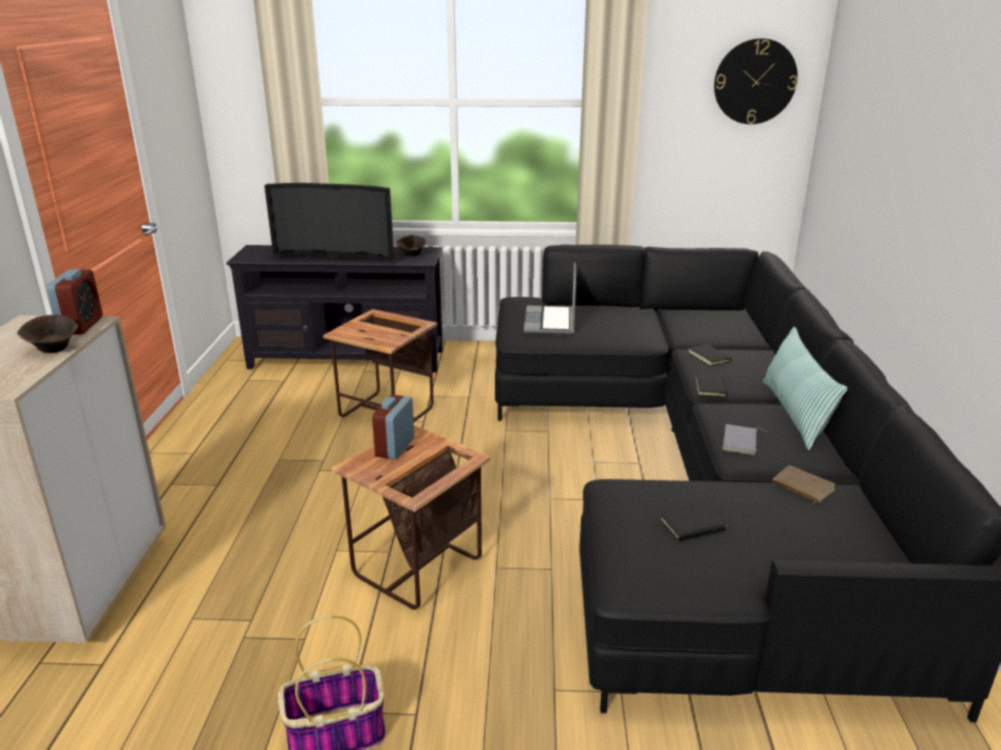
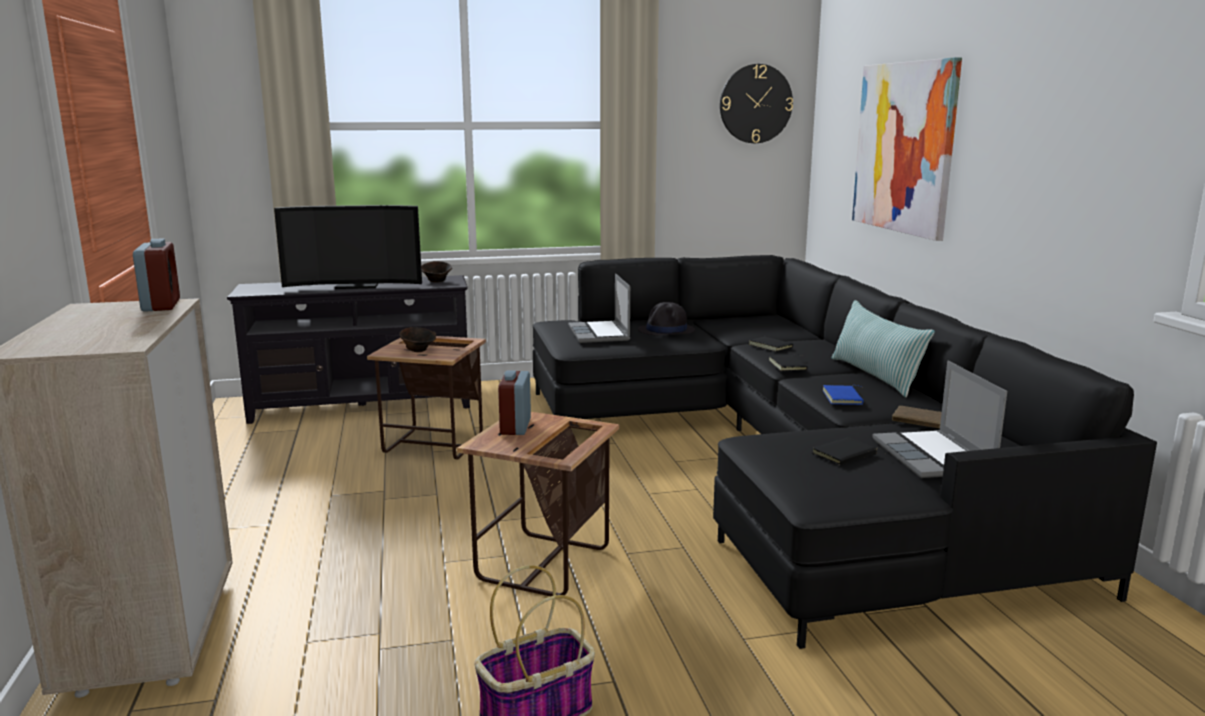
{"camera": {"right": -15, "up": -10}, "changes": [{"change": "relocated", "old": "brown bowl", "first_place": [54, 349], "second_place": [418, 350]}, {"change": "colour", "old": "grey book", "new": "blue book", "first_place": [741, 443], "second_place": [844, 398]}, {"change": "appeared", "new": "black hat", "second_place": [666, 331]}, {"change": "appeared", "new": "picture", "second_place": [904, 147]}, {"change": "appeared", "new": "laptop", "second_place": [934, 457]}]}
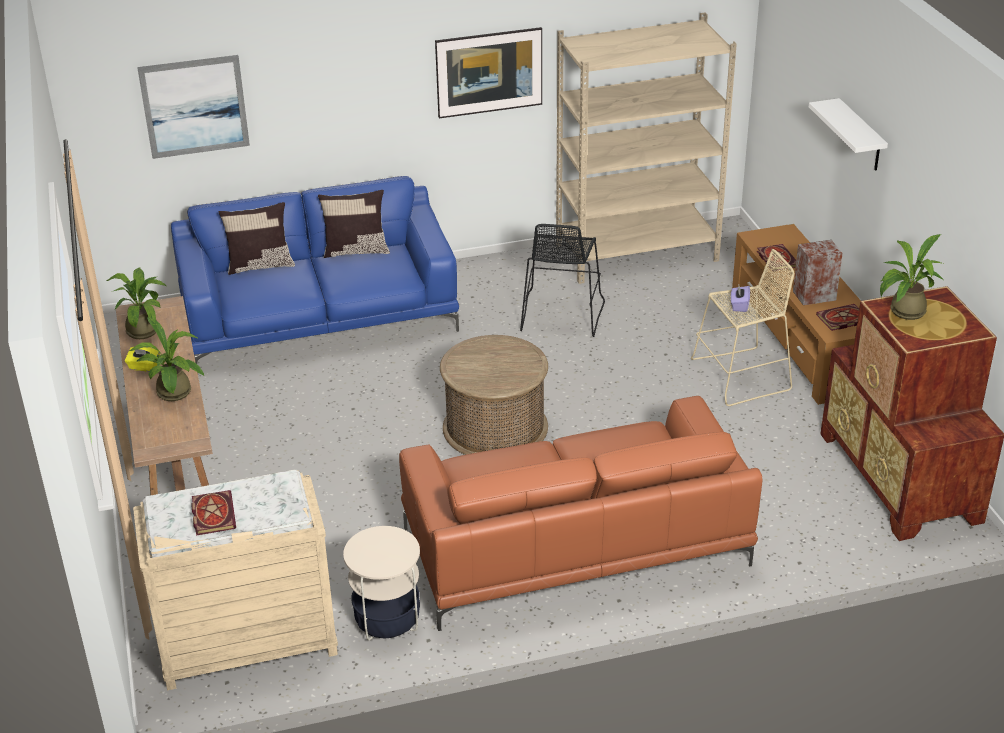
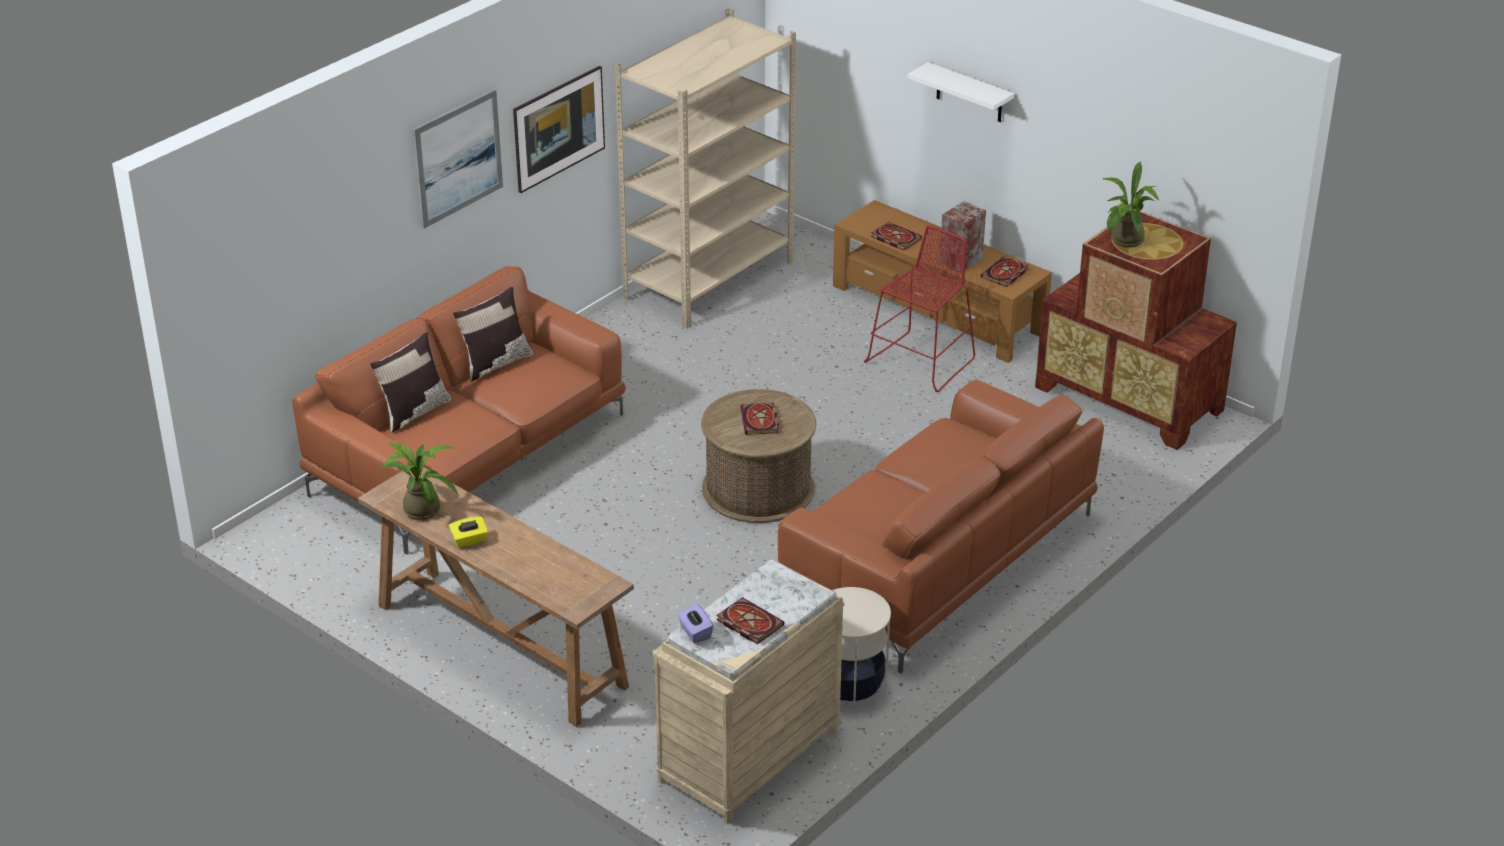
{"camera": {"right": -35, "up": 0}, "changes": [{"change": "missing", "old": "potted plant", "first_place": [175, 395]}, {"change": "relocated", "old": "picture", "first_place": [194, 106], "second_place": [458, 158]}, {"change": "colour", "old": "blue sofa", "new": "brown sofa", "first_place": [320, 320], "second_place": [470, 454]}, {"change": "missing", "old": "black stool", "first_place": [561, 315]}, {"change": "colour", "old": "beige stool", "new": "red stool", "first_place": [739, 376], "second_place": [920, 362]}, {"change": "relocated", "old": "purple tissue box", "first_place": [739, 305], "second_place": [695, 633]}, {"change": "appeared", "new": "book", "second_place": [760, 421]}]}
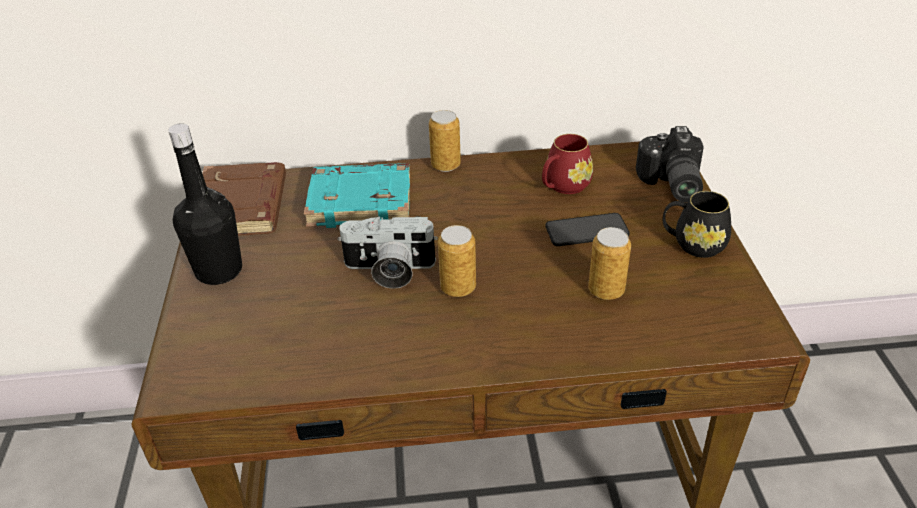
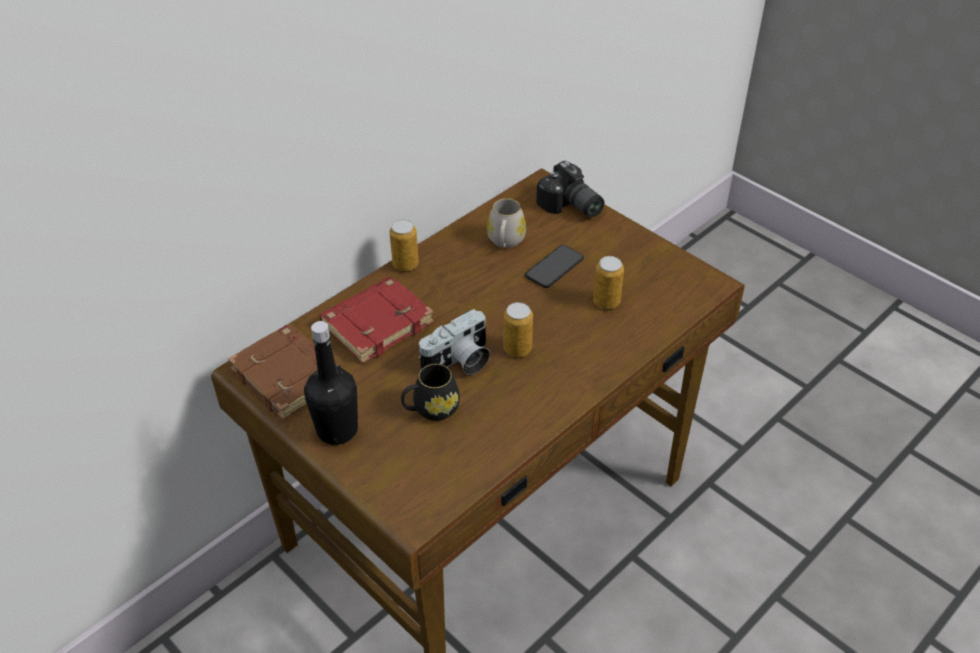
{"camera": {"right": -40, "up": 5}, "changes": [{"change": "colour", "old": "turquoise book", "new": "red book", "first_place": [362, 201], "second_place": [377, 323]}, {"change": "colour", "old": "red mug", "new": "white mug", "first_place": [563, 186], "second_place": [505, 242]}, {"change": "relocated", "old": "black mug", "first_place": [692, 244], "second_place": [431, 409]}]}
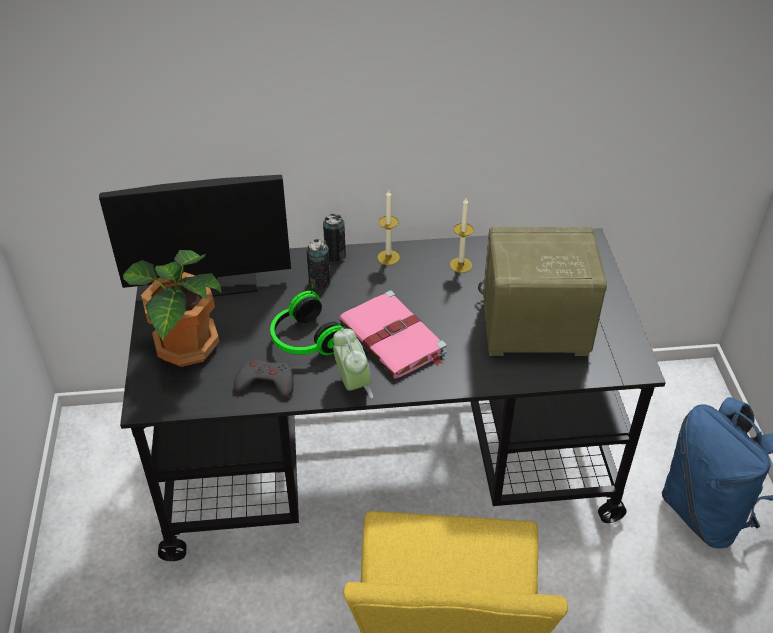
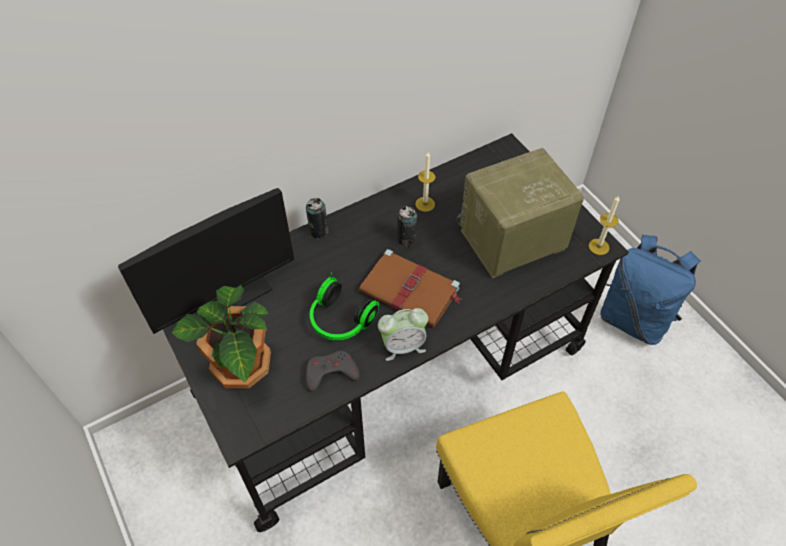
{"camera": {"right": -25, "up": 10}, "changes": [{"change": "relocated", "old": "can", "first_place": [319, 282], "second_place": [406, 240]}, {"change": "spun", "old": "alarm clock", "first_place": [353, 384], "second_place": [403, 346], "degrees": 120}, {"change": "colour", "old": "pink book", "new": "brown book", "first_place": [393, 338], "second_place": [411, 291]}, {"change": "relocated", "old": "candle", "first_place": [388, 257], "second_place": [598, 246]}]}
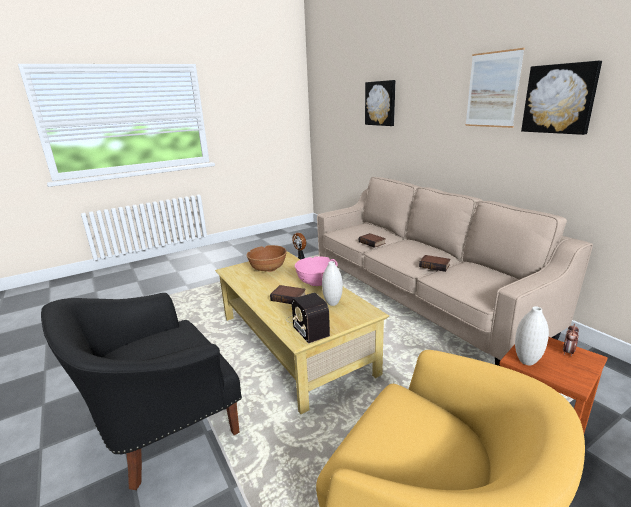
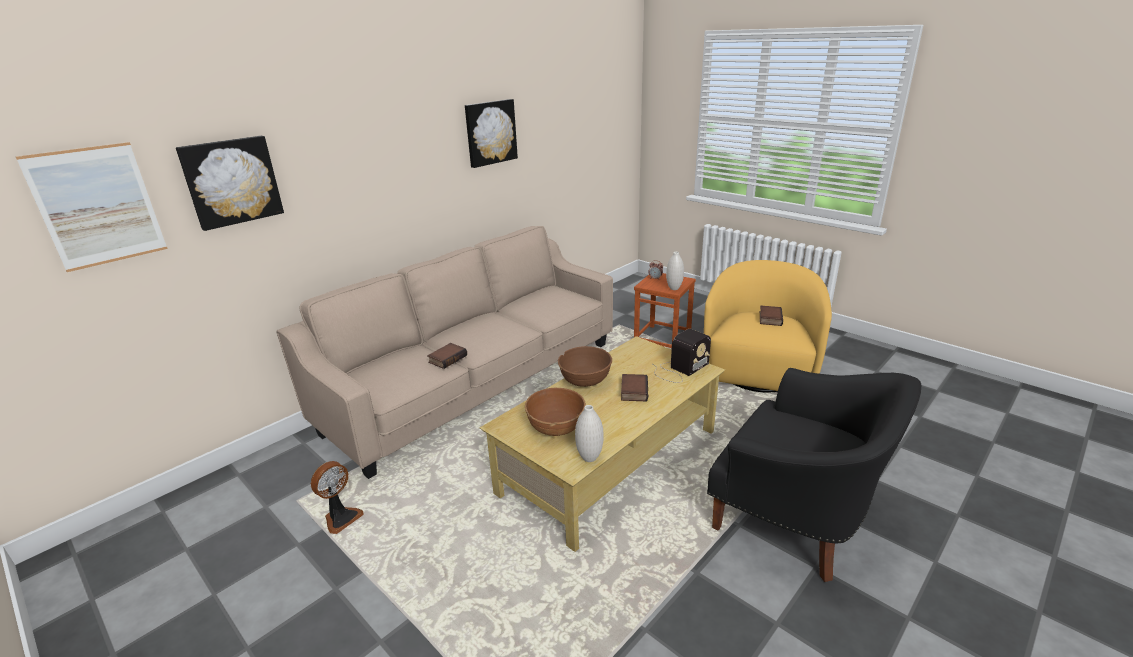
{"camera": {"right": -105, "up": 5}, "changes": [{"change": "colour", "old": "pink bowl", "new": "brown bowl", "first_place": [316, 282], "second_place": [585, 380]}, {"change": "relocated", "old": "white vase", "first_place": [332, 303], "second_place": [589, 458]}, {"change": "relocated", "old": "book", "first_place": [435, 265], "second_place": [769, 318]}, {"change": "relocated", "old": "picture", "first_place": [492, 90], "second_place": [98, 206]}]}
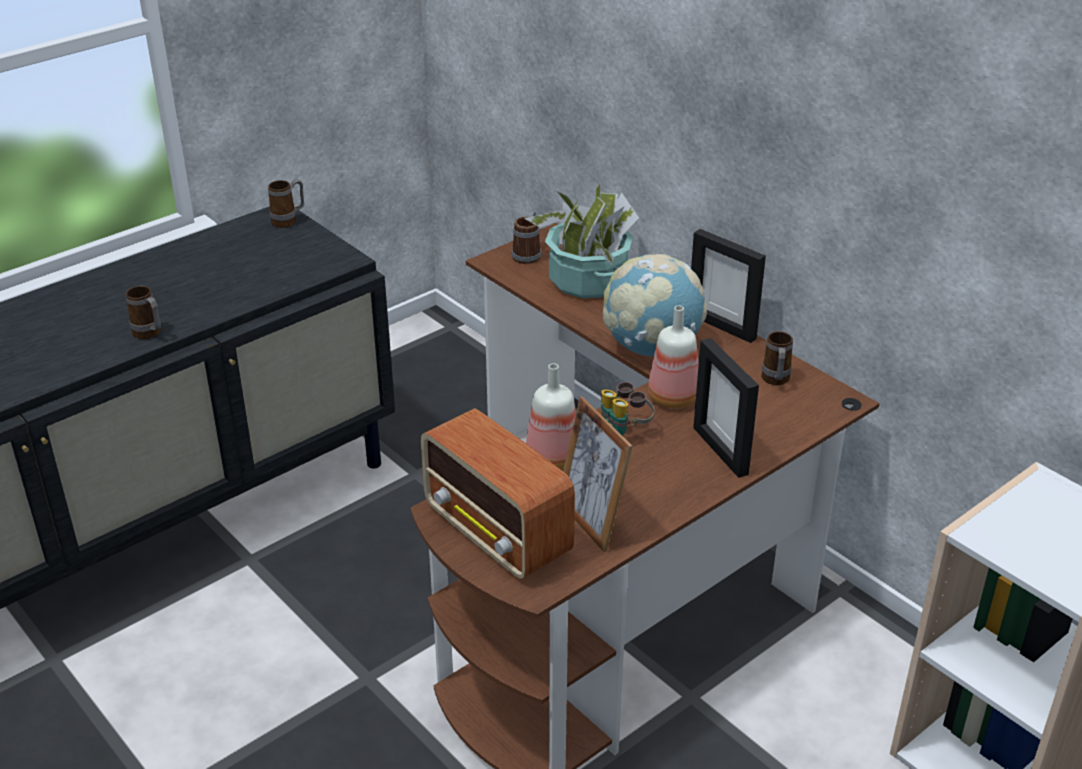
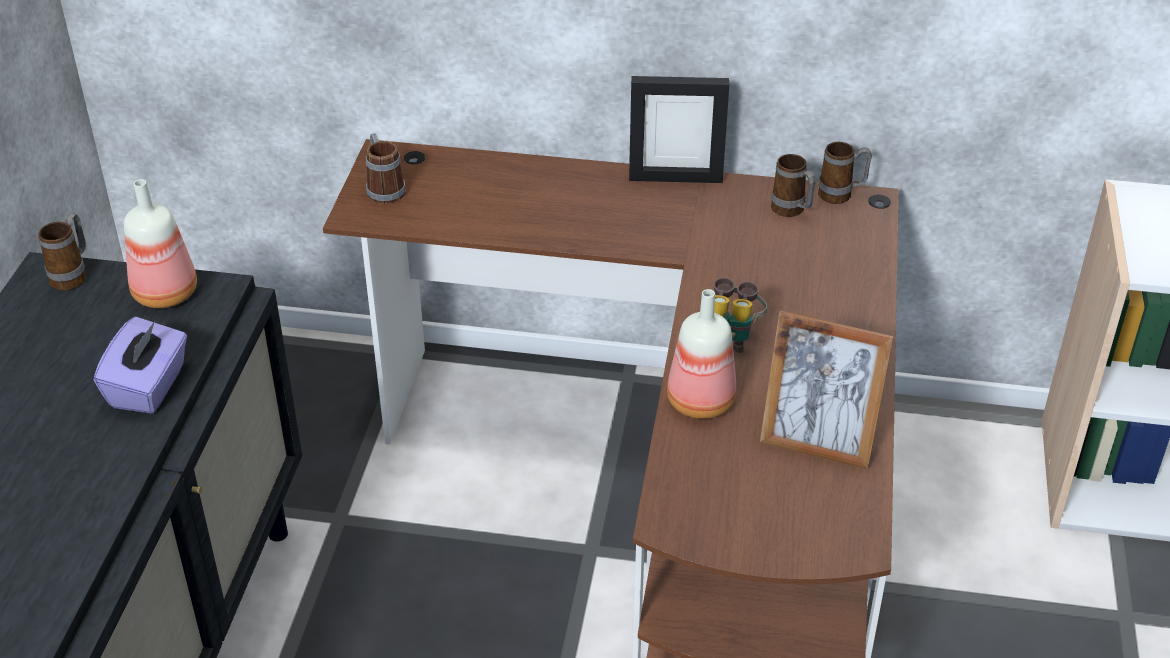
{"camera": {"right": -40, "up": 5}, "changes": [{"change": "relocated", "old": "mug", "first_place": [150, 334], "second_place": [841, 195]}, {"change": "missing", "old": "radio", "first_place": [498, 533]}, {"change": "missing", "old": "potted plant", "first_place": [588, 281]}, {"change": "missing", "old": "globe", "first_place": [651, 348]}, {"change": "relocated", "old": "bottle", "first_place": [674, 397], "second_place": [167, 292]}, {"change": "missing", "old": "picture frame", "first_place": [722, 450]}, {"change": "appeared", "new": "purple tissue box", "second_place": [149, 387]}]}
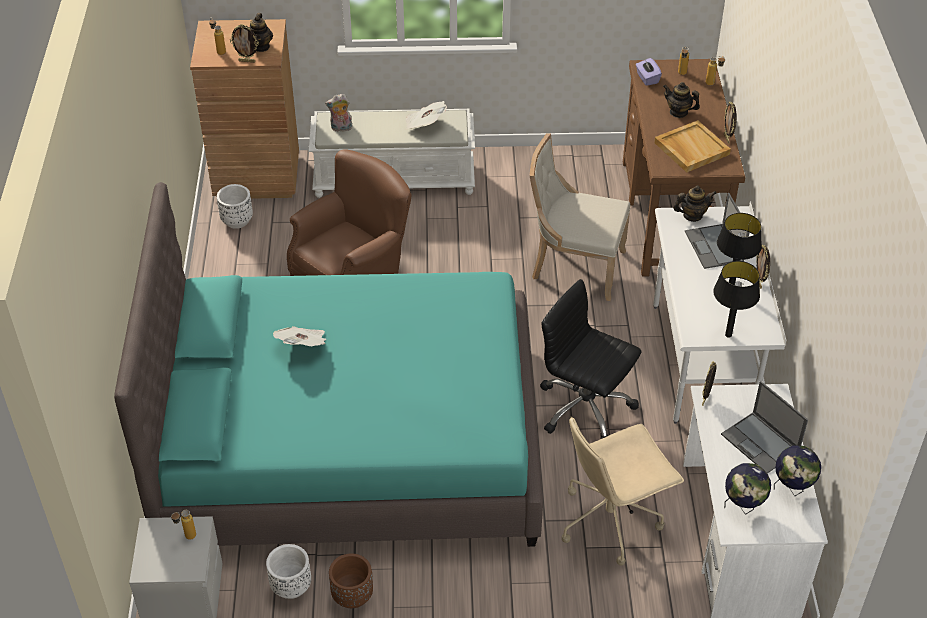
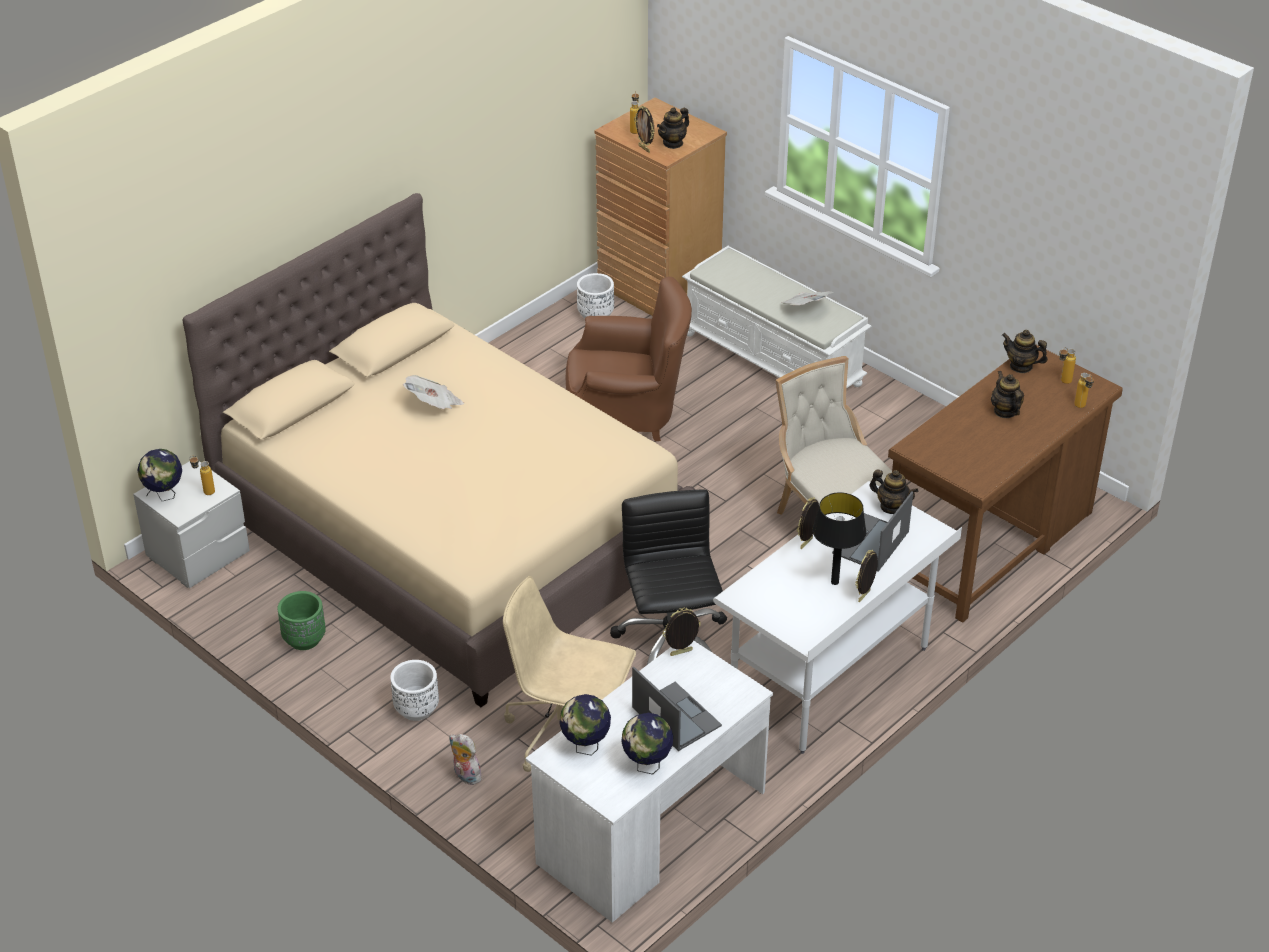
{"camera": {"right": 45, "up": -5}, "changes": [{"change": "colour", "old": "turquoise bed", "new": "beige bed", "first_place": [350, 441], "second_place": [452, 534]}, {"change": "relocated", "old": "white planter", "first_place": [291, 586], "second_place": [416, 709]}, {"change": "relocated", "old": "plush toy", "first_place": [341, 128], "second_place": [465, 776]}, {"change": "colour", "old": "brown planter", "new": "green planter", "first_place": [352, 596], "second_place": [304, 639]}, {"change": "exchanged", "old": "purple tissue box", "new": "teapot", "first_place": [647, 78], "second_place": [1021, 366]}, {"change": "missing", "old": "beige tray", "first_place": [691, 148]}, {"change": "missing", "old": "black table lamp", "first_place": [728, 334]}, {"change": "spun", "old": "laptop", "first_place": [761, 443], "second_place": [675, 716], "degrees": 135}, {"change": "relocated", "old": "picture frame", "first_place": [727, 139], "second_place": [807, 543]}, {"change": "appeared", "new": "globe", "second_place": [164, 496]}]}
